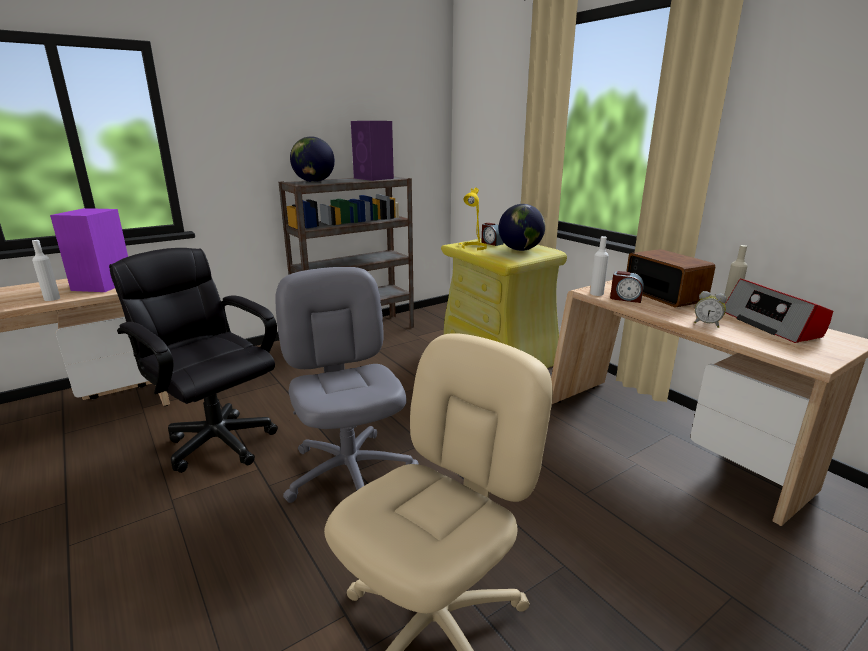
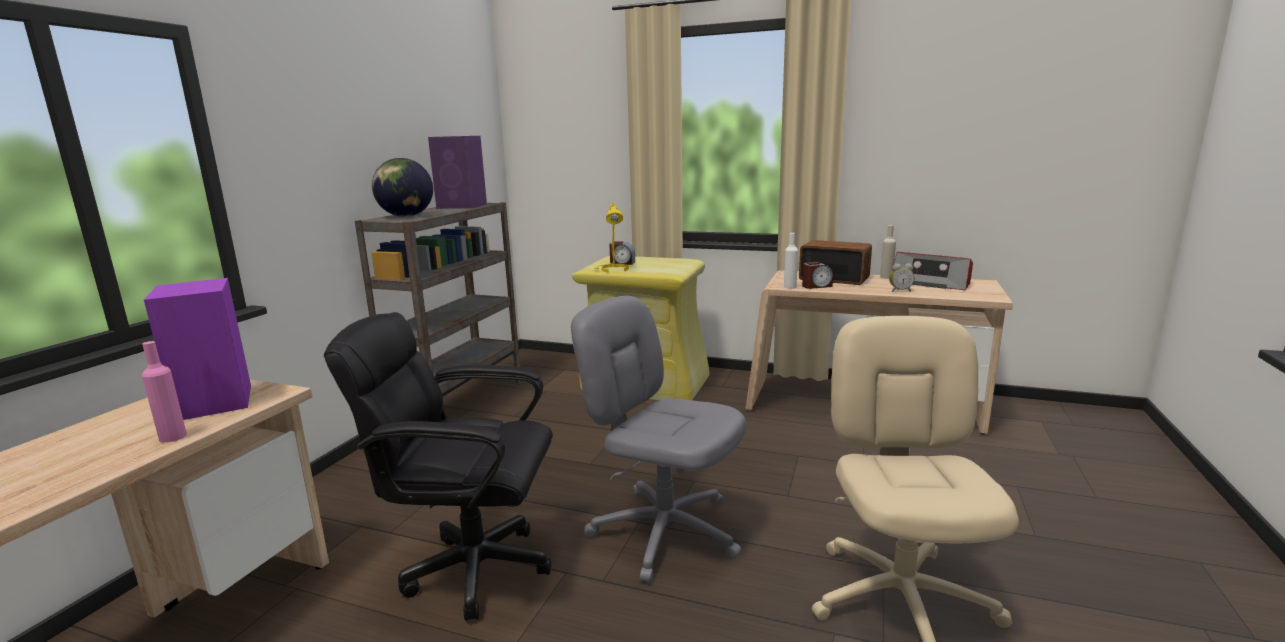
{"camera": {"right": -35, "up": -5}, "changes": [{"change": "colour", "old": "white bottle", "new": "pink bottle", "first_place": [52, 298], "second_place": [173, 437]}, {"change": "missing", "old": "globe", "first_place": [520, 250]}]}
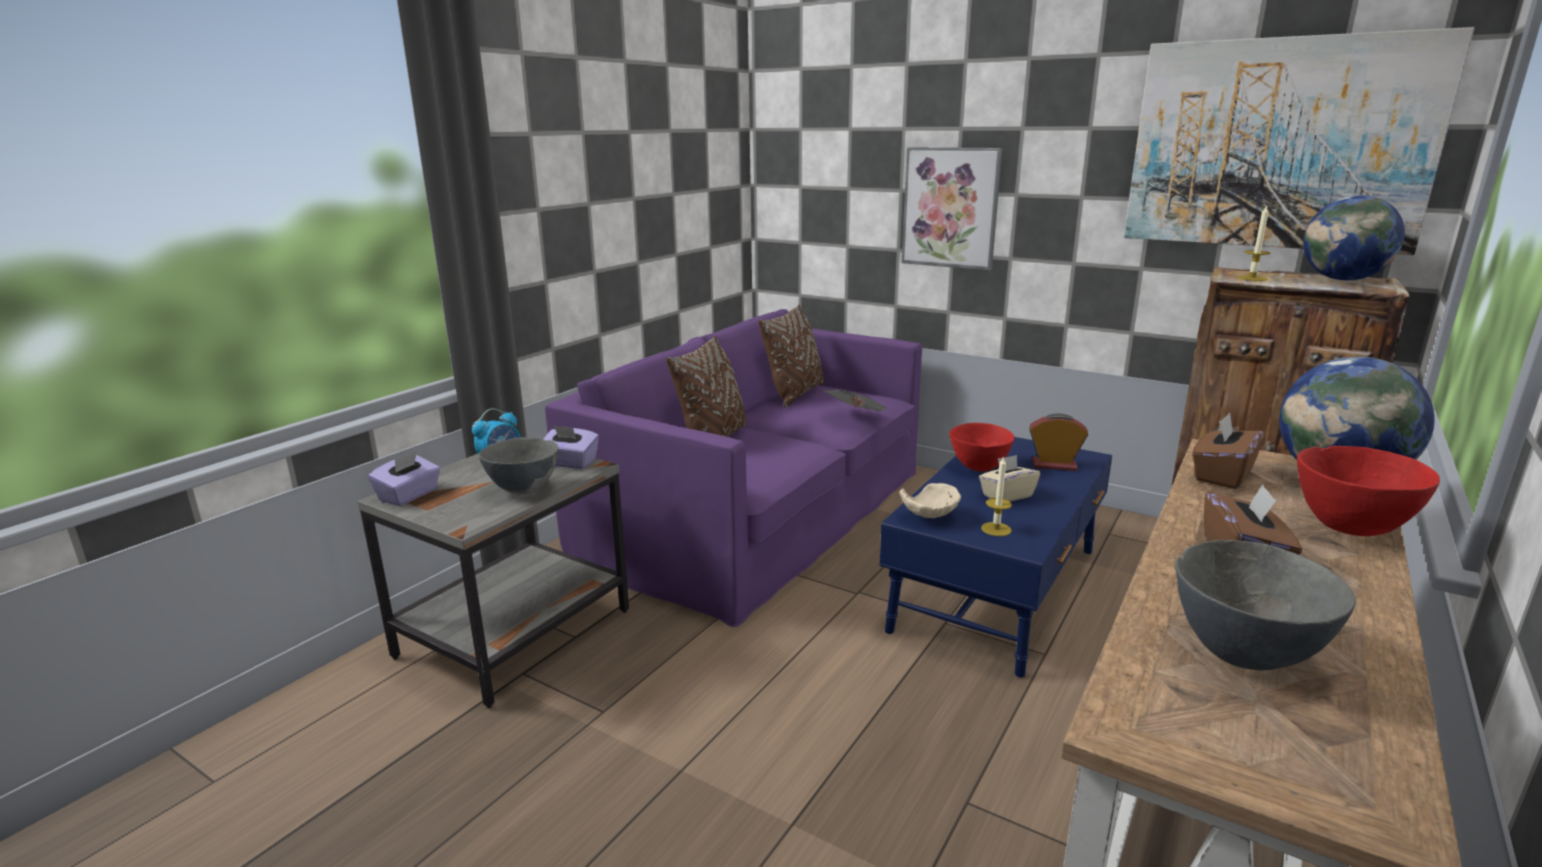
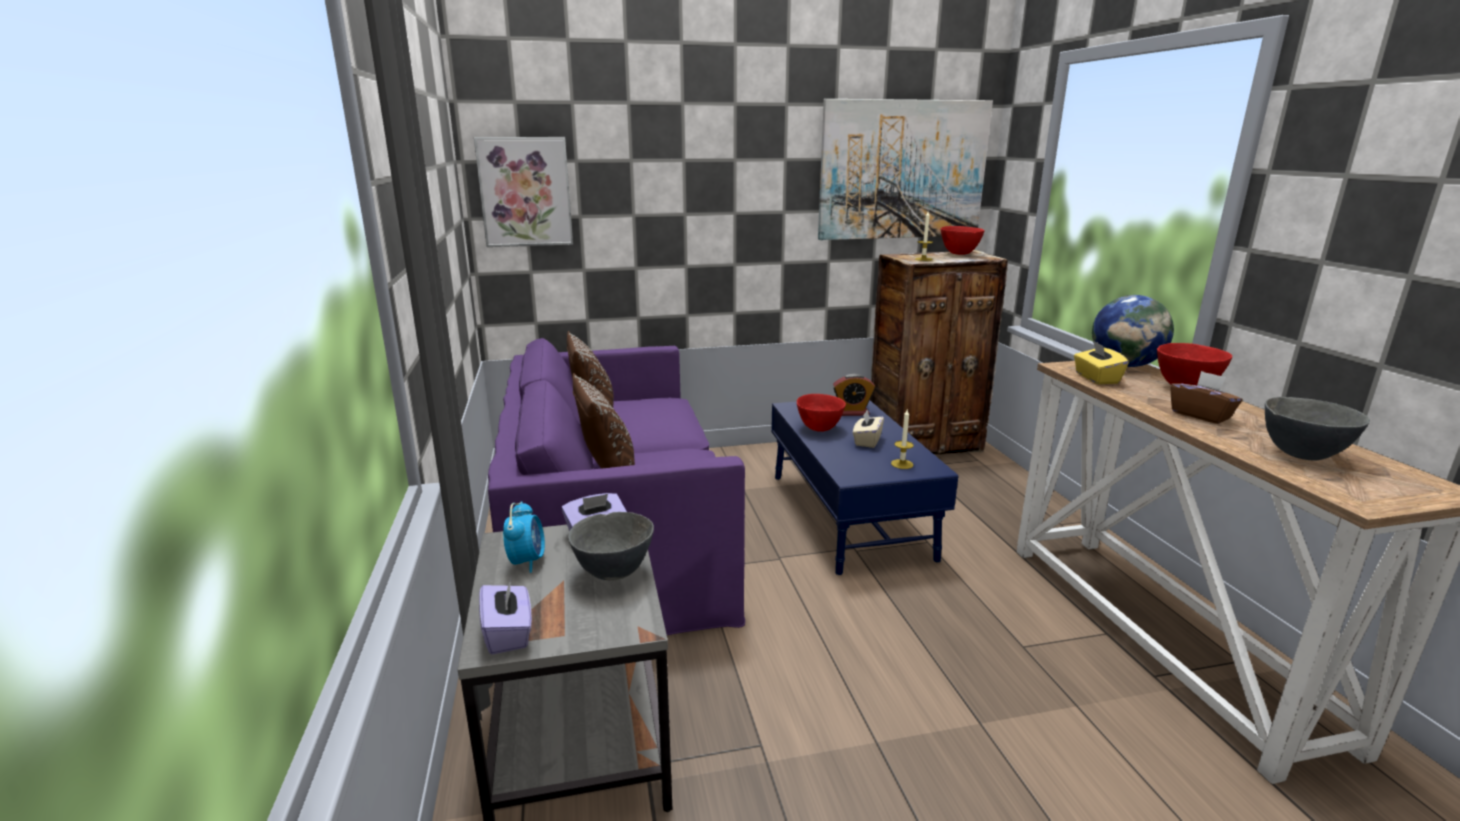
{"camera": {"right": -45, "up": 0}, "changes": [{"change": "missing", "old": "newspaper", "first_place": [857, 418]}, {"change": "missing", "old": "beige bowl", "first_place": [929, 518]}, {"change": "relocated", "old": "picture", "first_place": [950, 208], "second_place": [525, 192]}, {"change": "spun", "old": "alarm clock", "first_place": [1054, 465], "second_place": [852, 412], "degrees": -150}, {"change": "colour", "old": "brown tissue box", "new": "yellow tissue box", "first_place": [1221, 475], "second_place": [1096, 378]}, {"change": "exchanged", "old": "globe", "new": "red bowl", "first_place": [1343, 279], "second_place": [960, 254]}]}
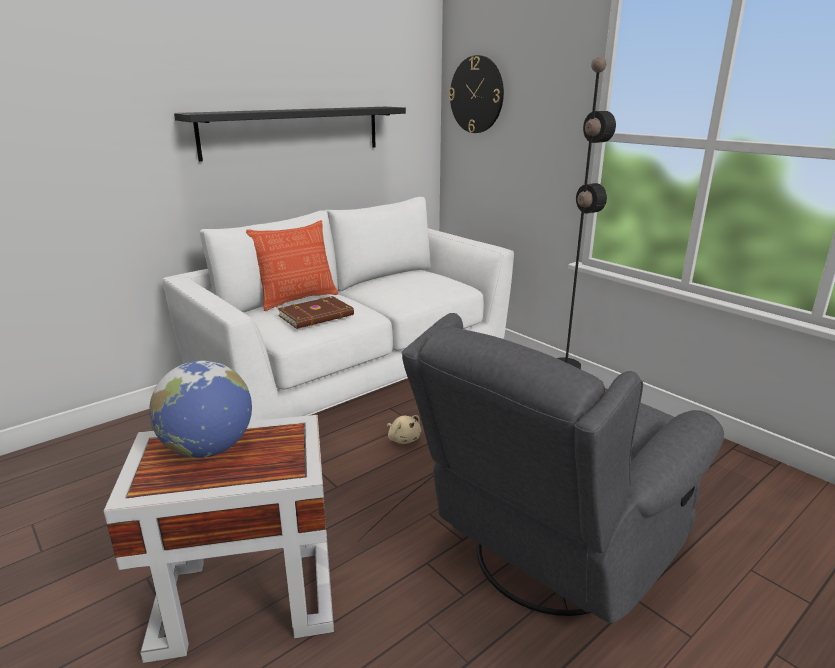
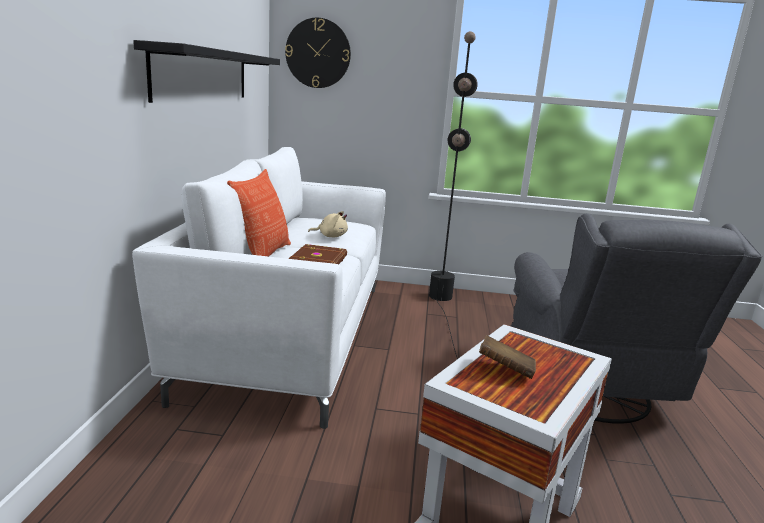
{"camera": {"right": -45, "up": -5}, "changes": [{"change": "exchanged", "old": "globe", "new": "brown book", "first_place": [208, 449], "second_place": [505, 370]}, {"change": "relocated", "old": "beige plush toy", "first_place": [403, 439], "second_place": [330, 236]}]}
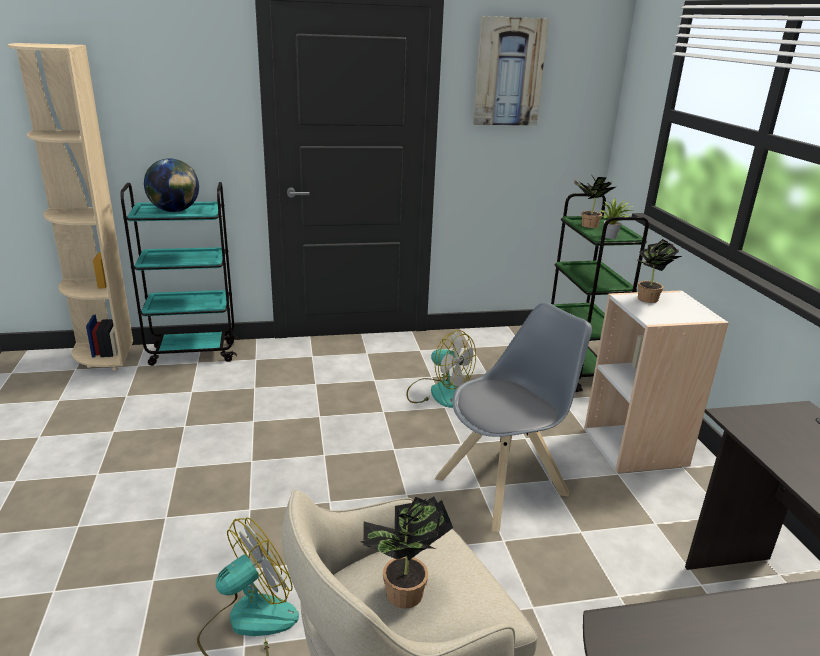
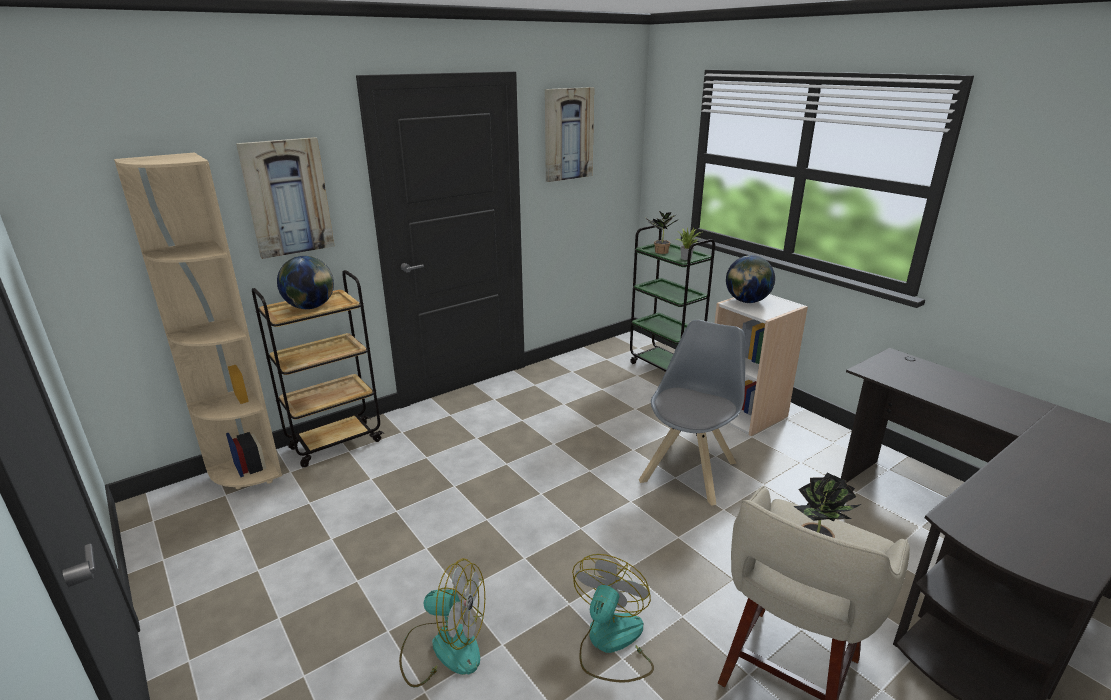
{"camera": {"right": -25, "up": 0}, "changes": [{"change": "colour", "old": "turquoise cart", "new": "brown cart", "first_place": [194, 353], "second_place": [336, 443]}, {"change": "relocated", "old": "fan", "first_place": [438, 392], "second_place": [444, 647]}, {"change": "exchanged", "old": "potted plant", "new": "globe", "first_place": [649, 300], "second_place": [747, 301]}, {"change": "appeared", "new": "picture", "second_place": [287, 197]}]}
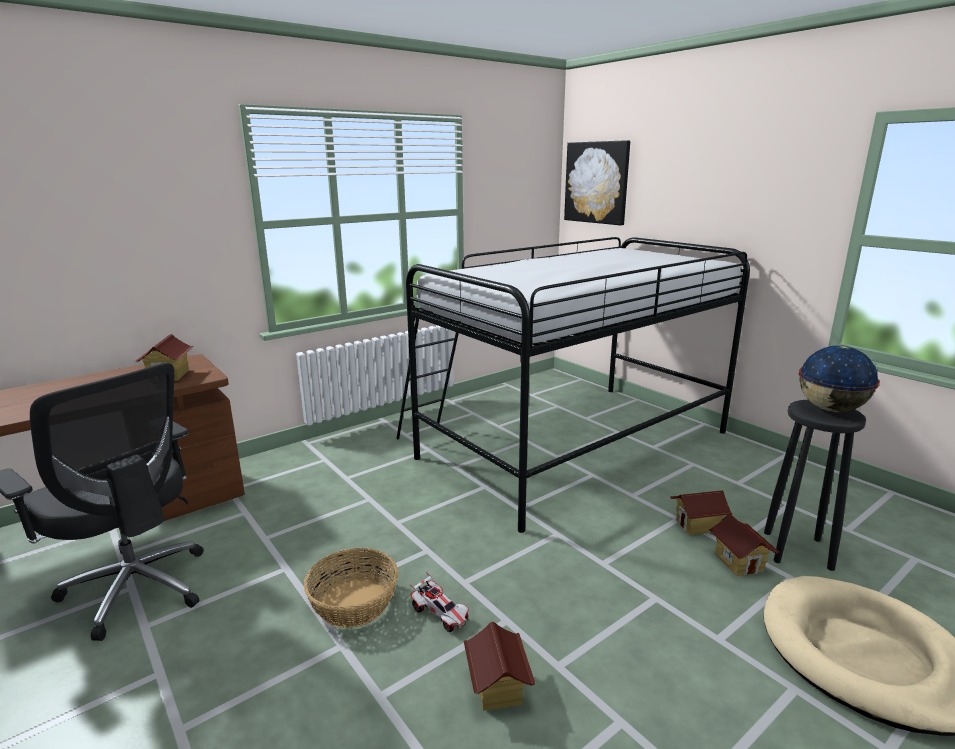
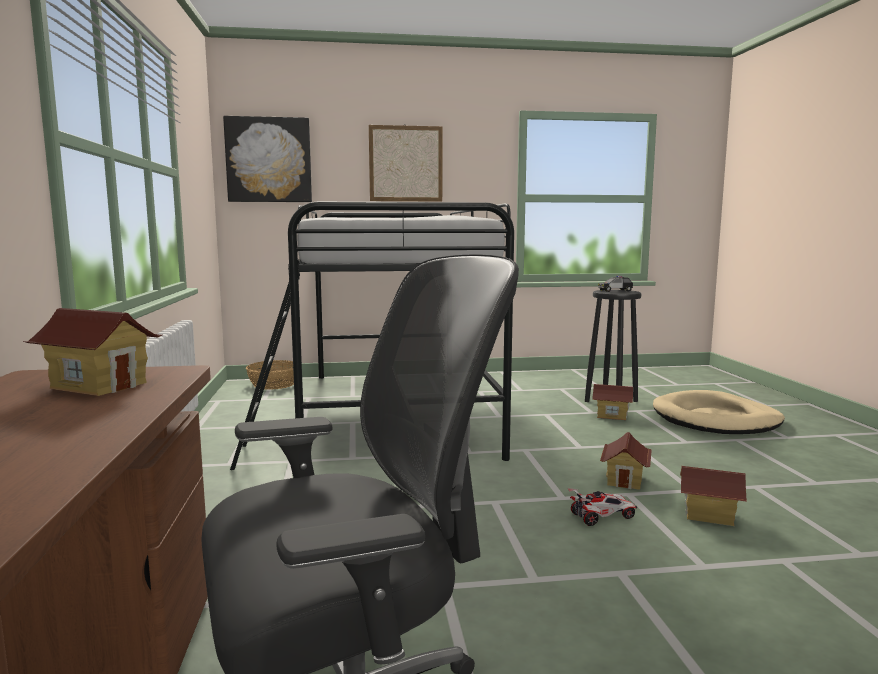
{"camera": {"right": -60, "up": -10}, "changes": [{"change": "relocated", "old": "basket", "first_place": [354, 603], "second_place": [274, 384]}, {"change": "relocated", "old": "toy house", "first_place": [697, 526], "second_place": [625, 480]}, {"change": "exchanged", "old": "globe", "new": "toy car", "first_place": [831, 409], "second_place": [615, 291]}, {"change": "appeared", "new": "picture", "second_place": [405, 163]}]}
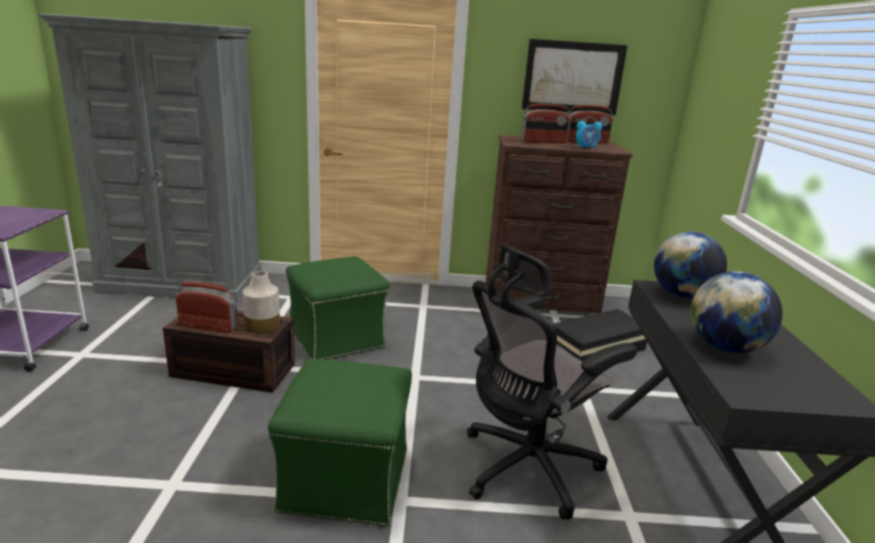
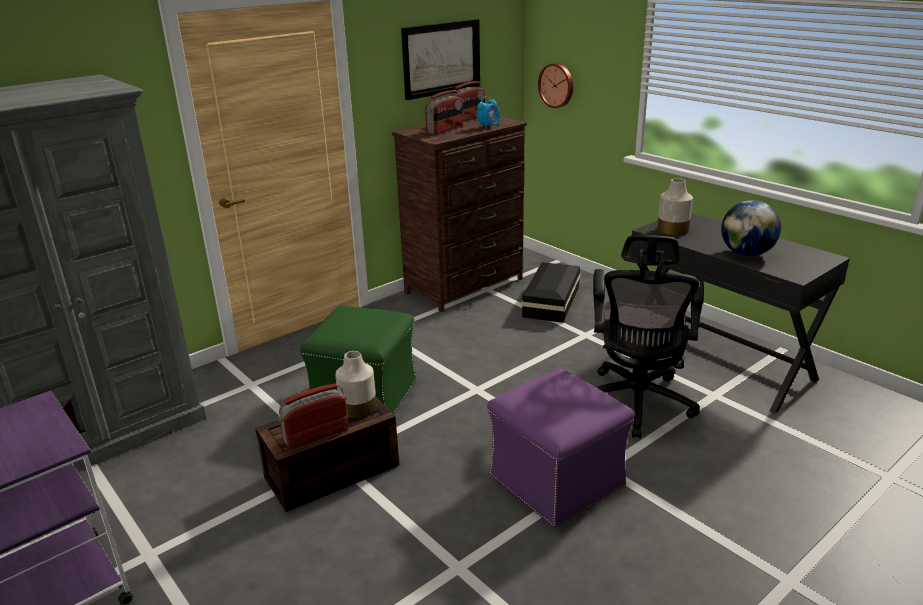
{"camera": {"right": -40, "up": 5}, "changes": [{"change": "colour", "old": "green ottoman", "new": "purple ottoman", "first_place": [345, 481], "second_place": [557, 481]}, {"change": "exchanged", "old": "globe", "new": "beige vase", "first_place": [682, 295], "second_place": [673, 230]}, {"change": "appeared", "new": "wall clock", "second_place": [557, 85]}]}
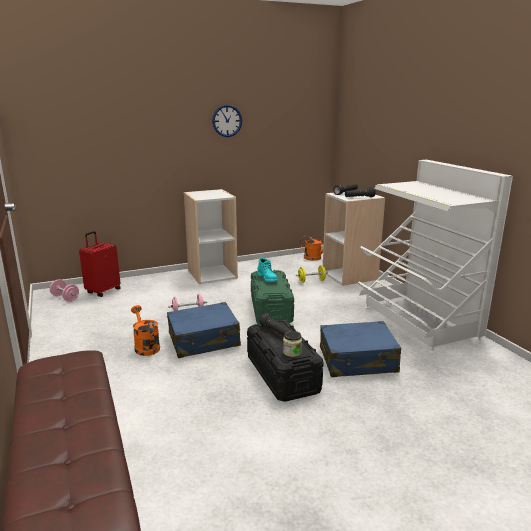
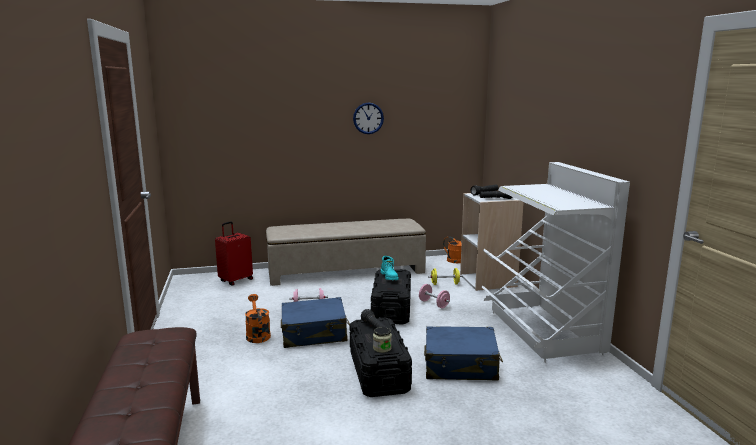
{"camera": {"right": 10, "up": -5}, "changes": [{"change": "relocated", "old": "pink dumbbell", "first_place": [65, 298], "second_place": [434, 304]}, {"change": "exchanged", "old": "bookcase", "new": "beige bench", "first_place": [212, 274], "second_place": [346, 271]}, {"change": "colour", "old": "green storage box", "new": "black storage box", "first_place": [271, 309], "second_place": [392, 309]}]}
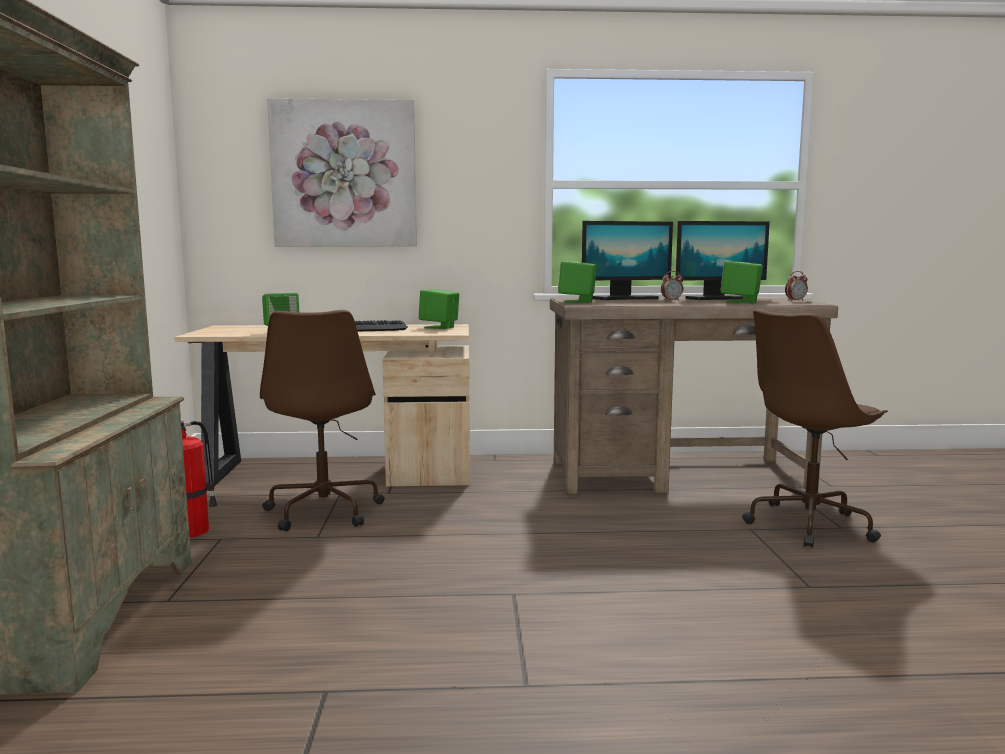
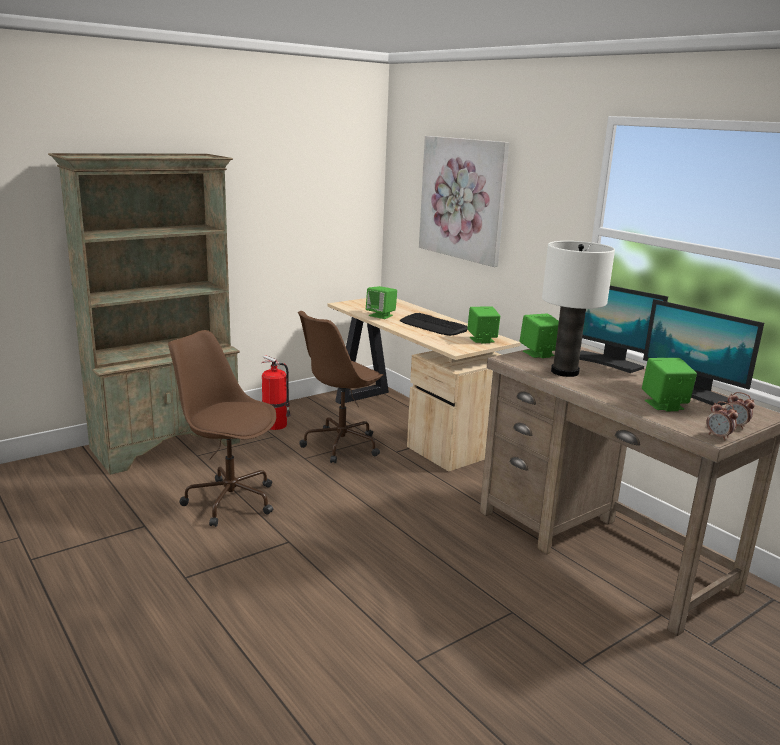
{"camera": {"right": 55, "up": 10}, "changes": [{"change": "relocated", "old": "alarm clock", "first_place": [671, 300], "second_place": [718, 436]}, {"change": "relocated", "old": "brown office chair", "first_place": [806, 526], "second_place": [228, 501]}, {"change": "appeared", "new": "white table lamp", "second_place": [564, 372]}]}
